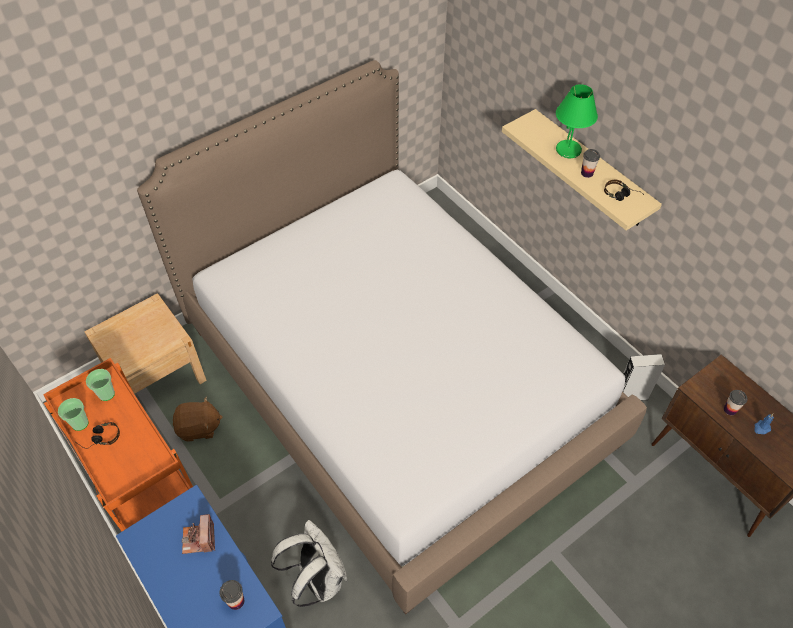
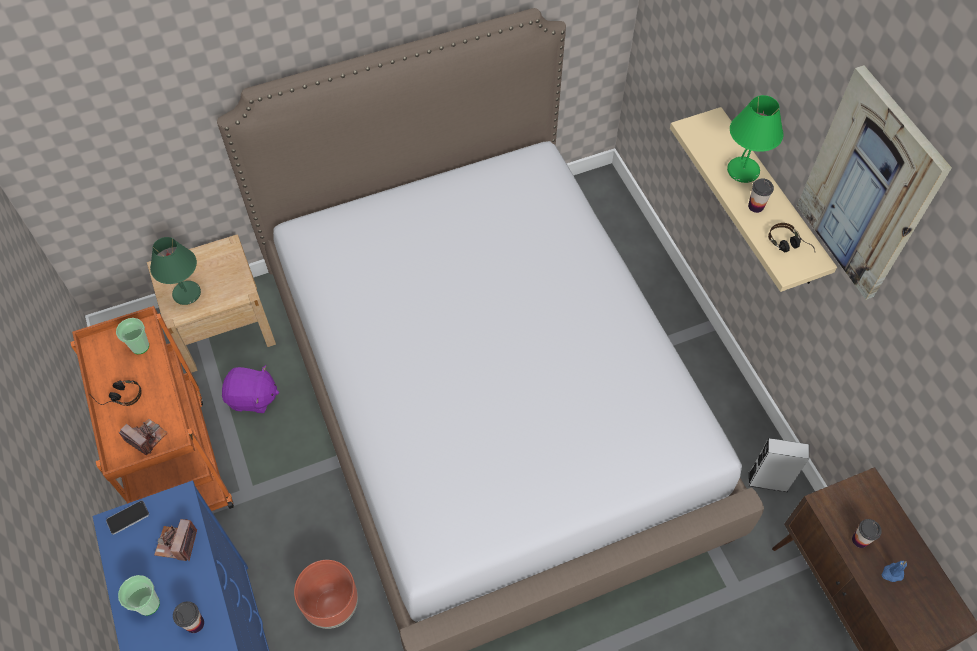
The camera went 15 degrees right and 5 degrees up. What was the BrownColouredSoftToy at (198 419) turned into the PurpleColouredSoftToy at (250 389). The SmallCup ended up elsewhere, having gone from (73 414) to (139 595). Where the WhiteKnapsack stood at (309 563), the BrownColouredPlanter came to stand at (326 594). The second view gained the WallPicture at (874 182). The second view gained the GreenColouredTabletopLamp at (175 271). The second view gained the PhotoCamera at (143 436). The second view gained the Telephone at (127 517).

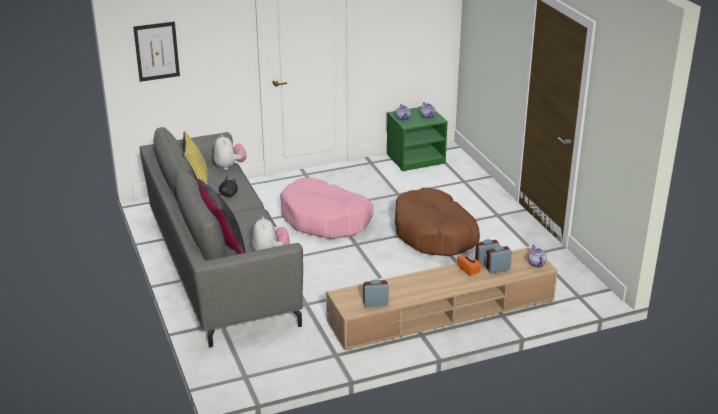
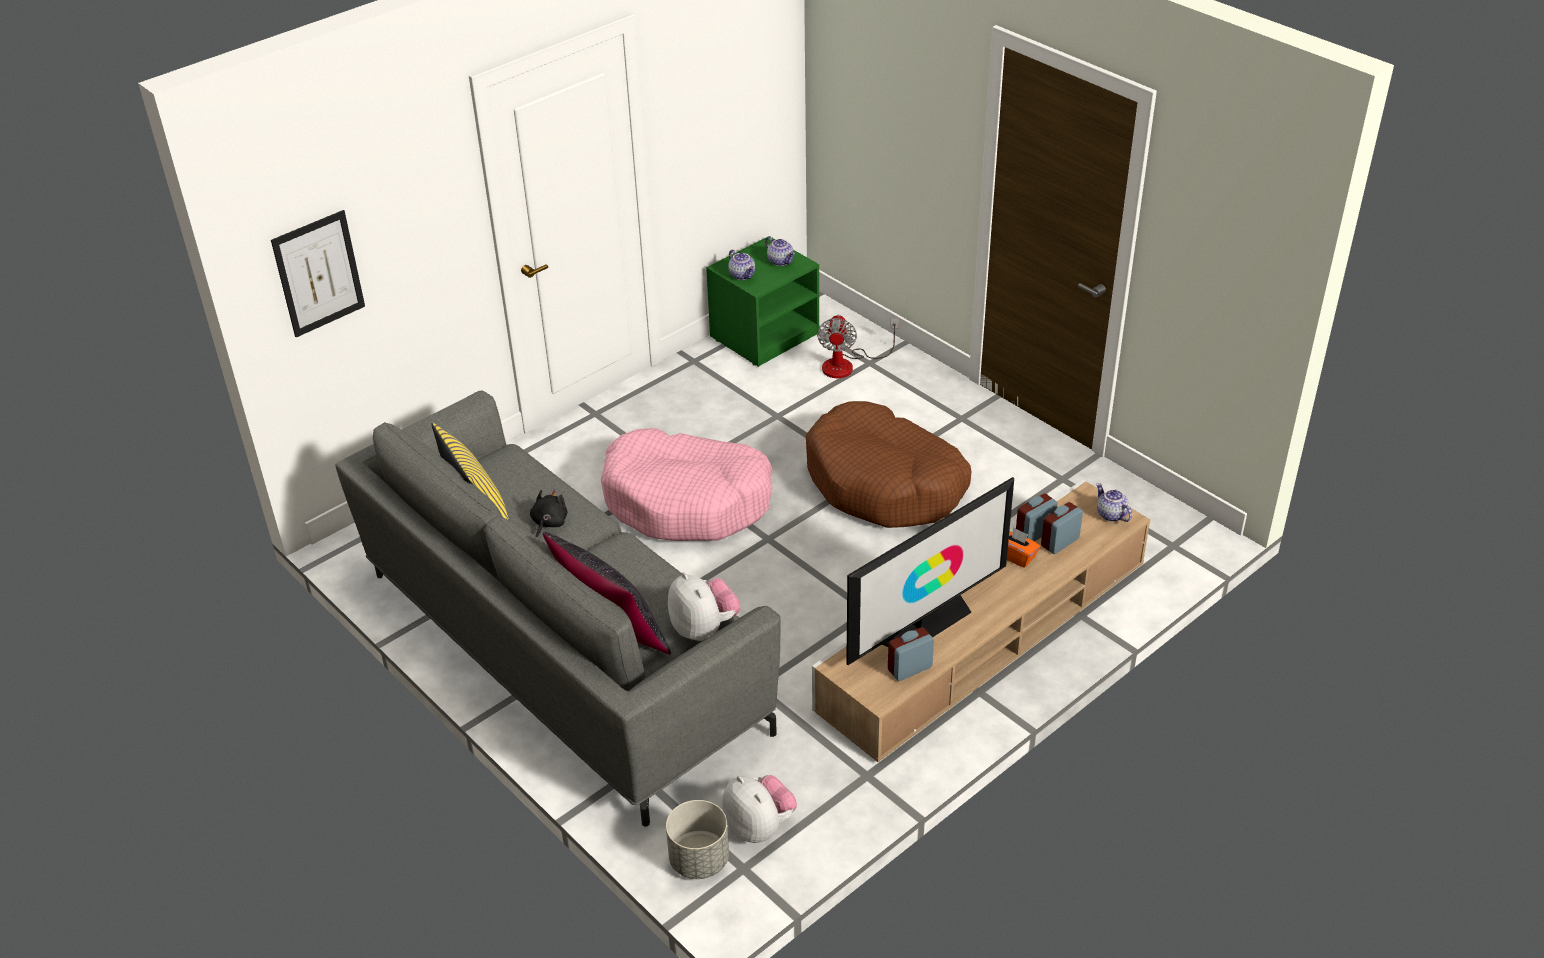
The camera went 20 degrees left and 10 degrees up. The SoftToy ended up elsewhere, having gone from (229 152) to (759 809). The second view gained the CoolingFan at (858 346). The second view gained the Tv at (930 571). The second view gained the GreyishPlanter at (697 839).

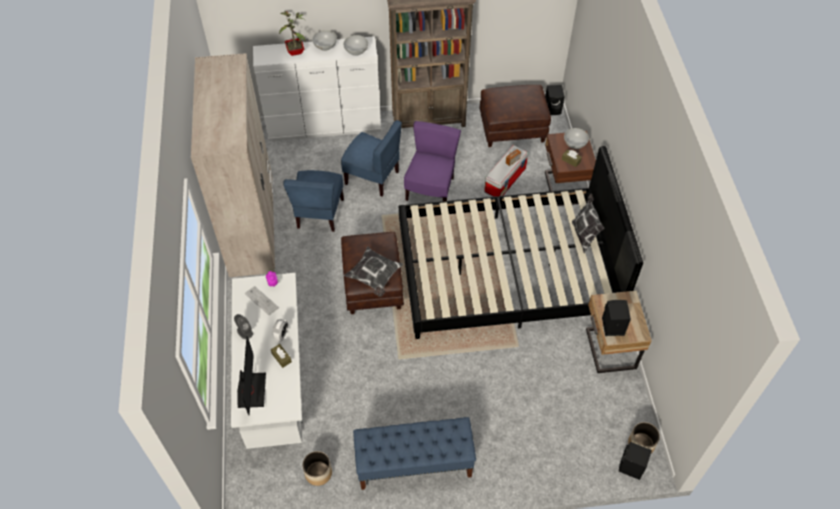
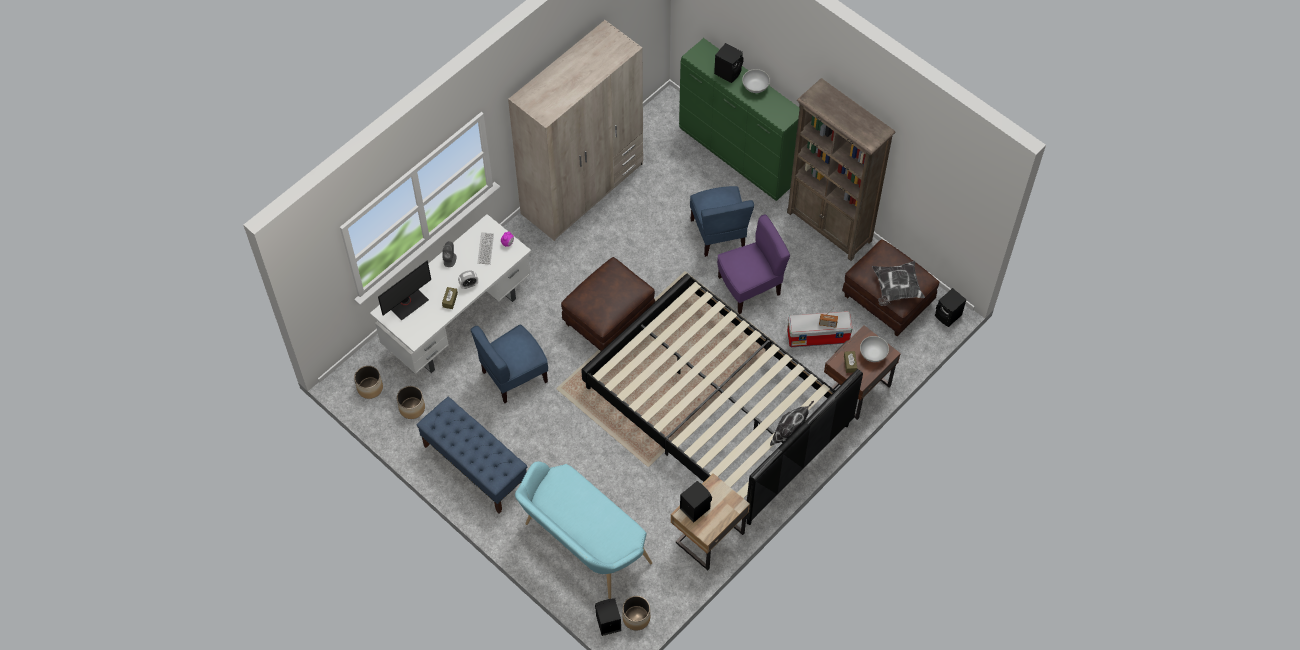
The camera went 50 degrees right and 5 degrees up. Where the PlantInAPot stood at (292 33), the BlackishSpeaker came to stand at (729 63). The second view lost the WhiteBowl at (355 45). What was the WhiteChestOfDrawers at (317 88) turned into the GreenColouredChestOfDrawers at (739 119). The BluishPlainChair ended up elsewhere, having gone from (313 201) to (509 364). The ThrowPillow ended up elsewhere, having gone from (373 271) to (898 283). The second view gained the Planter at (368 382). The second view gained the TurquoiseBench at (583 530).

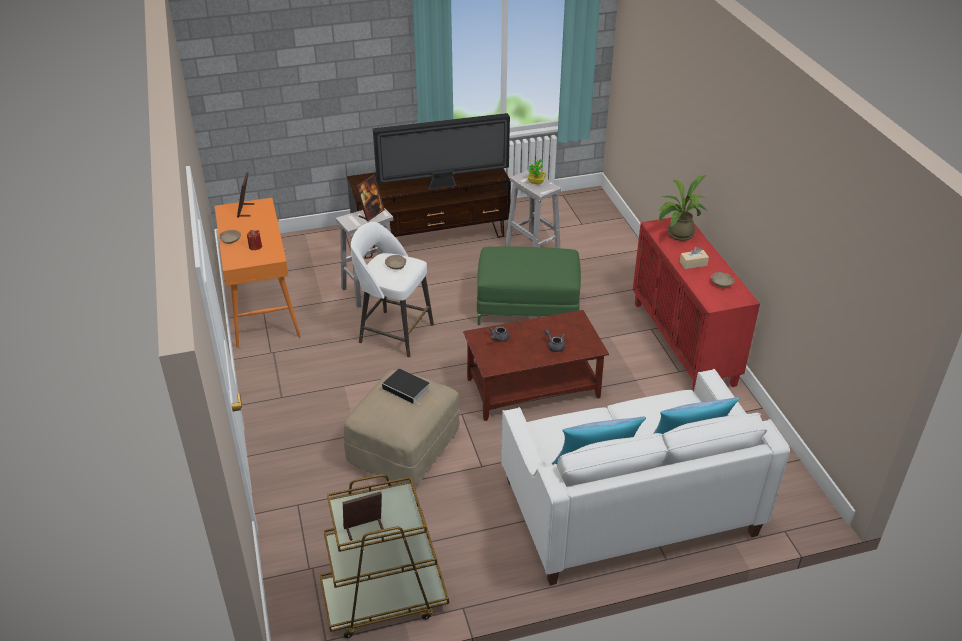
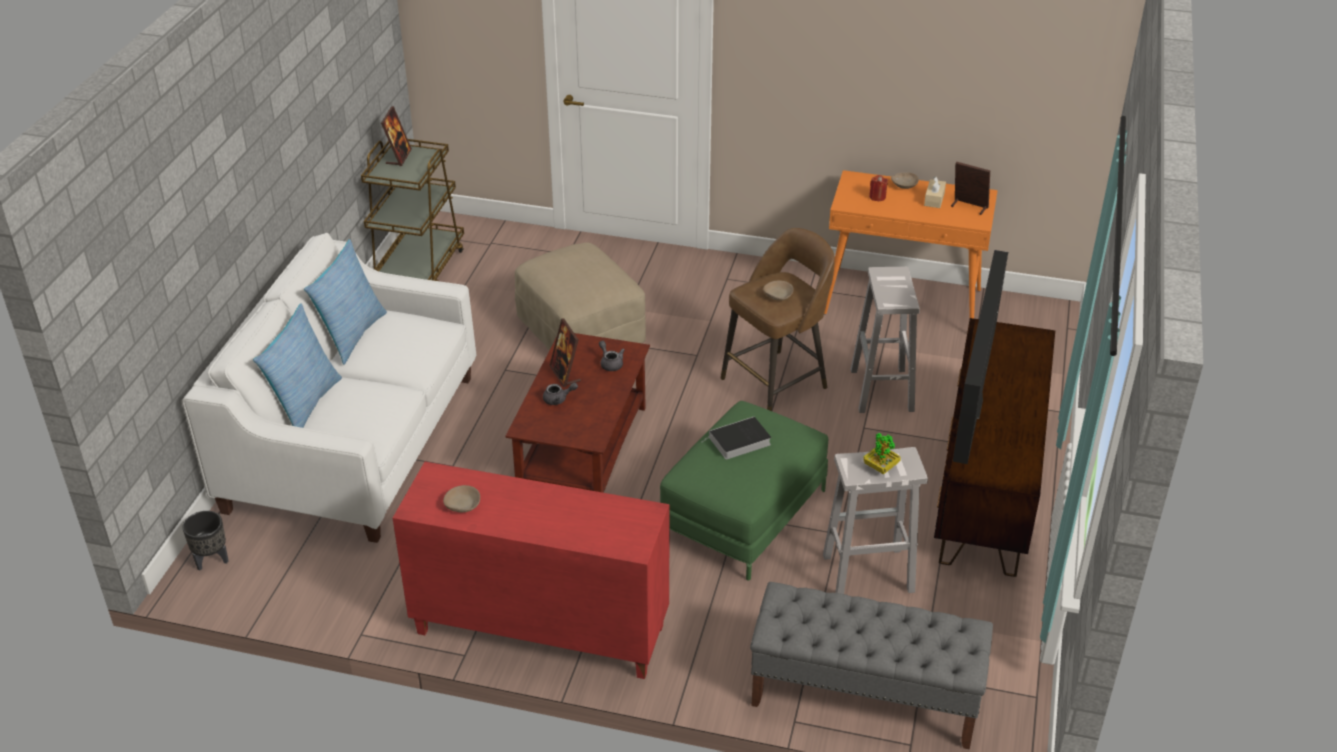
The camera went 120 degrees right and 0 degrees up. The StandingFrame ended up elsewhere, having gone from (370 198) to (565 353). The second view lost the PlantInAPot at (683 208). What was the WhiteStoolSeat at (392 289) turned into the BrownColouredStoolSeat at (778 319). The BeigeColouredBoxOfTissues ended up elsewhere, having gone from (694 258) to (935 192). The Book ended up elsewhere, having gone from (406 387) to (737 438). The second view gained the BlackishPlanter at (205 541). The second view gained the GreyishBench at (871 666).

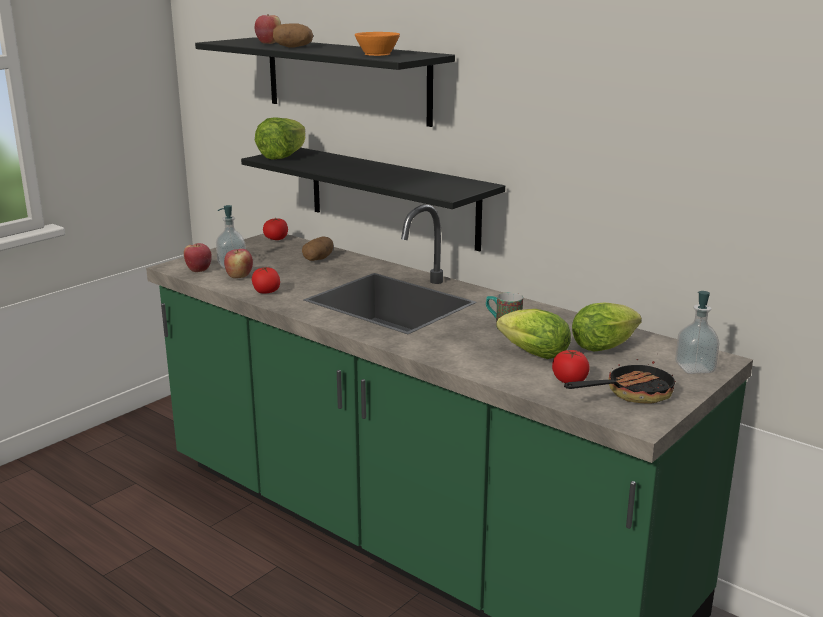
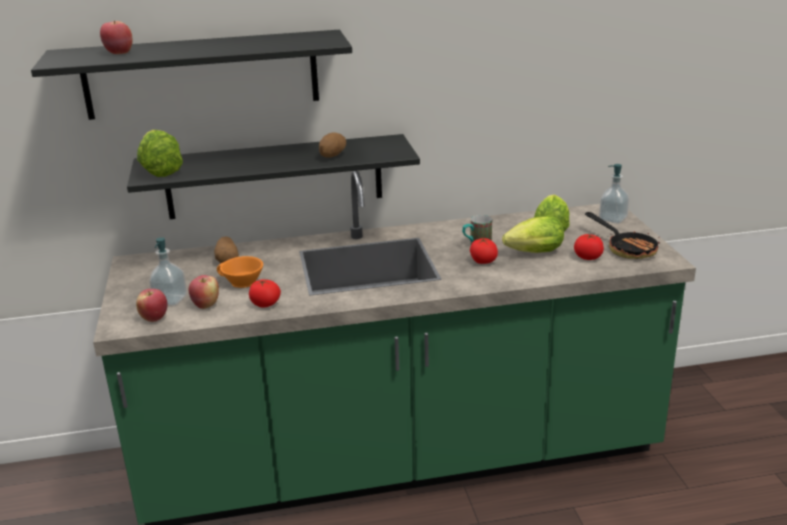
The camera went 50 degrees left and 5 degrees up. The Spud ended up elsewhere, having gone from (293 35) to (332 144). The OrangeySmallCup ended up elsewhere, having gone from (377 44) to (240 272). The FreshTomato ended up elsewhere, having gone from (275 229) to (484 251). The Skillet at (620 381) ended up facing another way, 135 degrees clockwise from before.

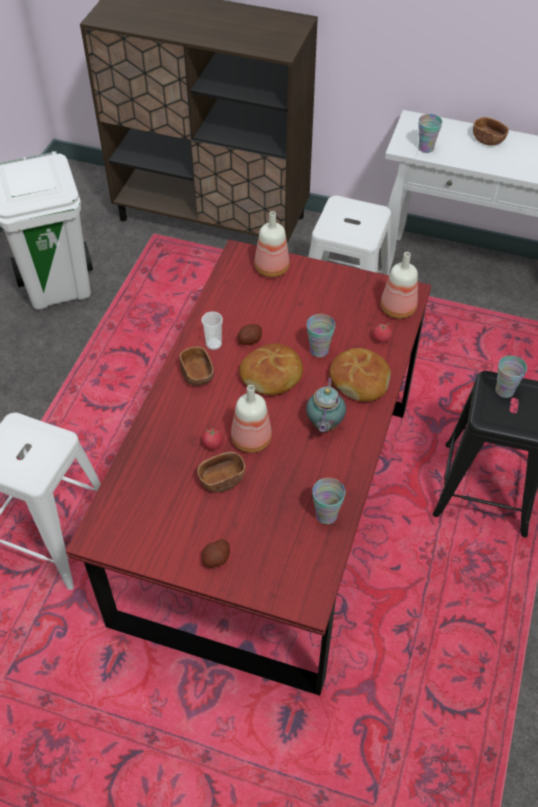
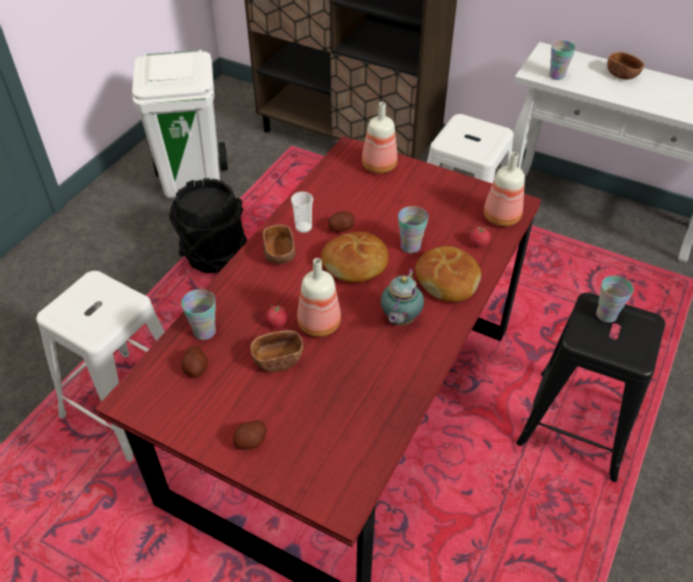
The camera went 10 degrees right and 5 degrees down. The SmallCup ended up elsewhere, having gone from (328 501) to (198 314). The second view gained the BlackishWaterBucket at (208 225). The second view gained the Spud at (194 362).

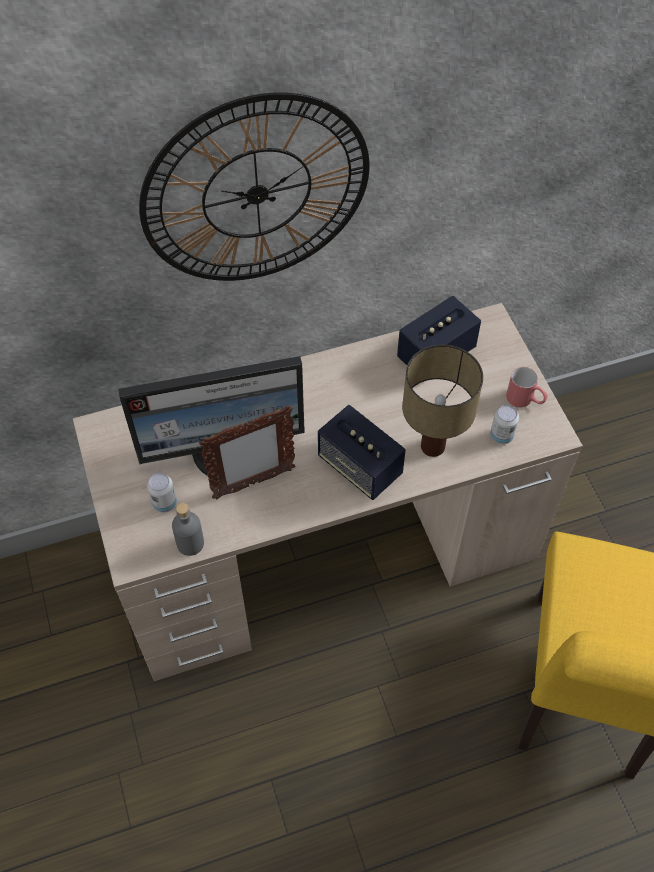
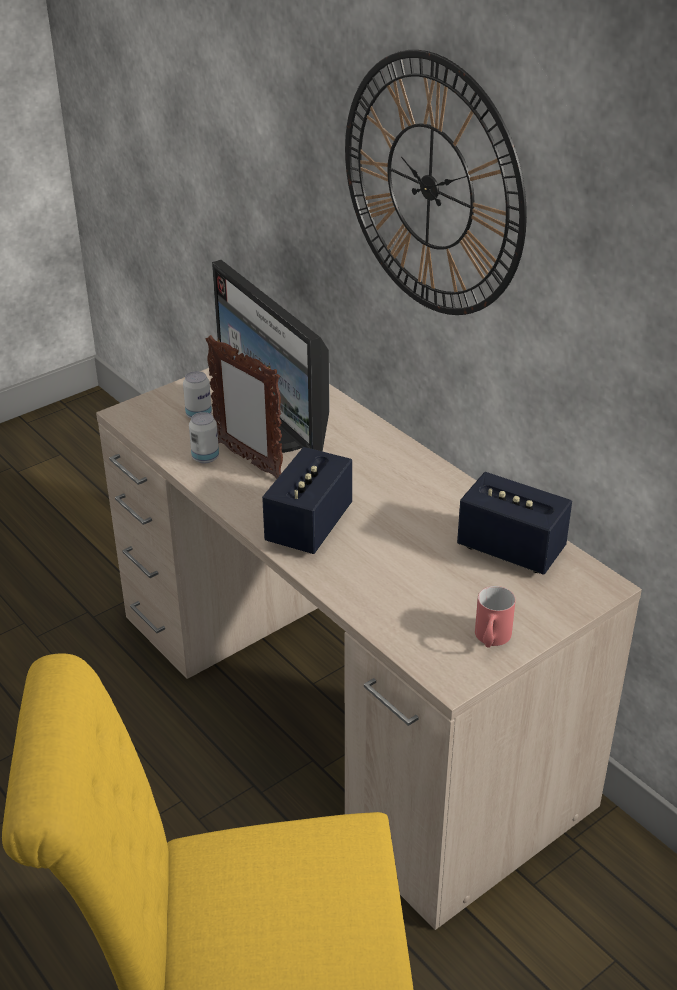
The camera went 70 degrees right and 20 degrees down. The second view lost the TabletopLamp at (442 401). The MetalCan ended up elsewhere, having gone from (504 424) to (204 438). The second view lost the GreyishBottle at (188 529).

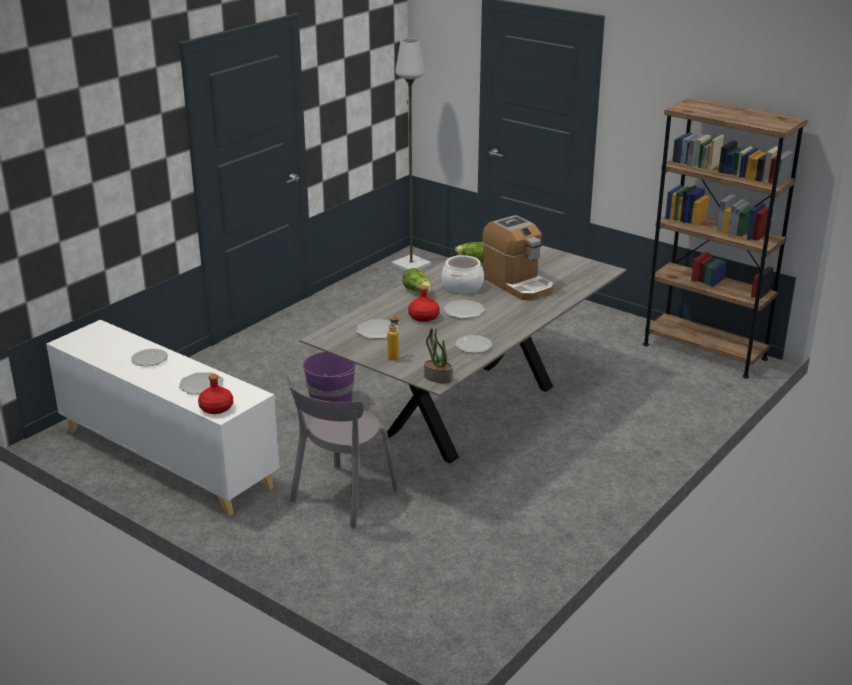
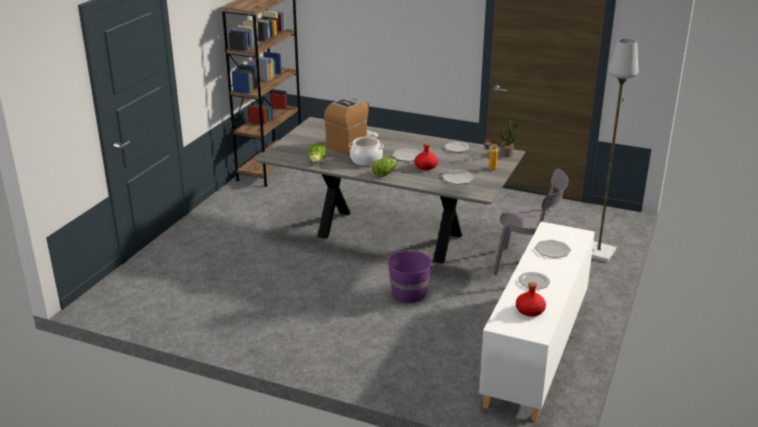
The camera went 105 degrees left and 0 degrees up. The GreyishFloorLamp ended up elsewhere, having gone from (411 155) to (614 150). The ReddishBottle ended up elsewhere, having gone from (215 394) to (531 299).

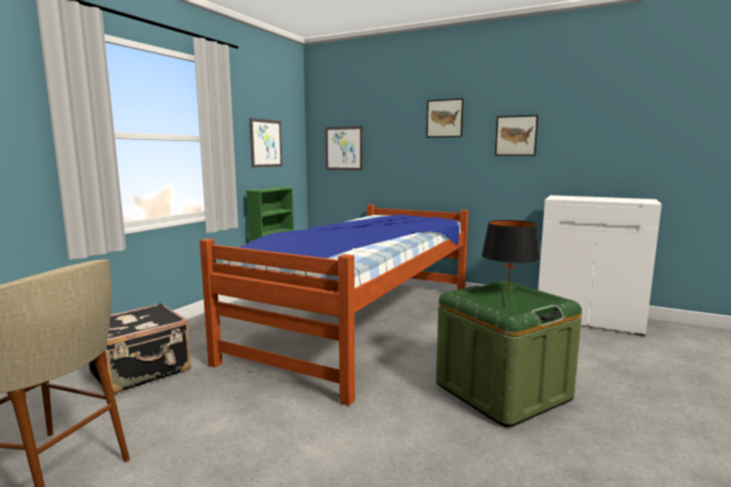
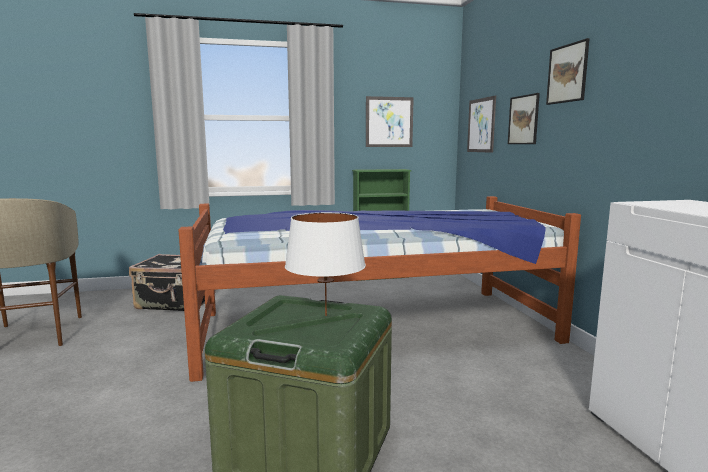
The camera went 50 degrees right and 0 degrees up. The WallPicture ended up elsewhere, having gone from (516 135) to (524 118). What was the BlackishTabletopLamp at (511 256) turned into the WhiteTabletopLamp at (325 264).

